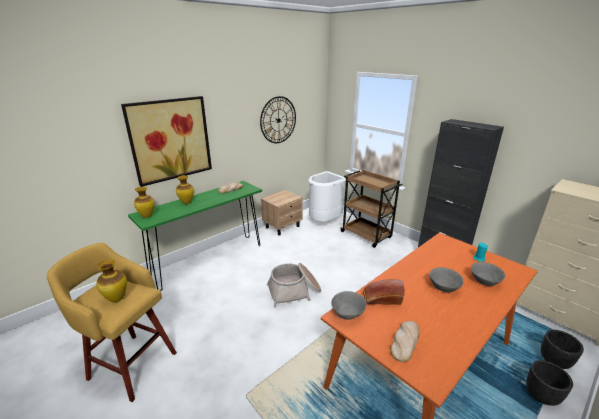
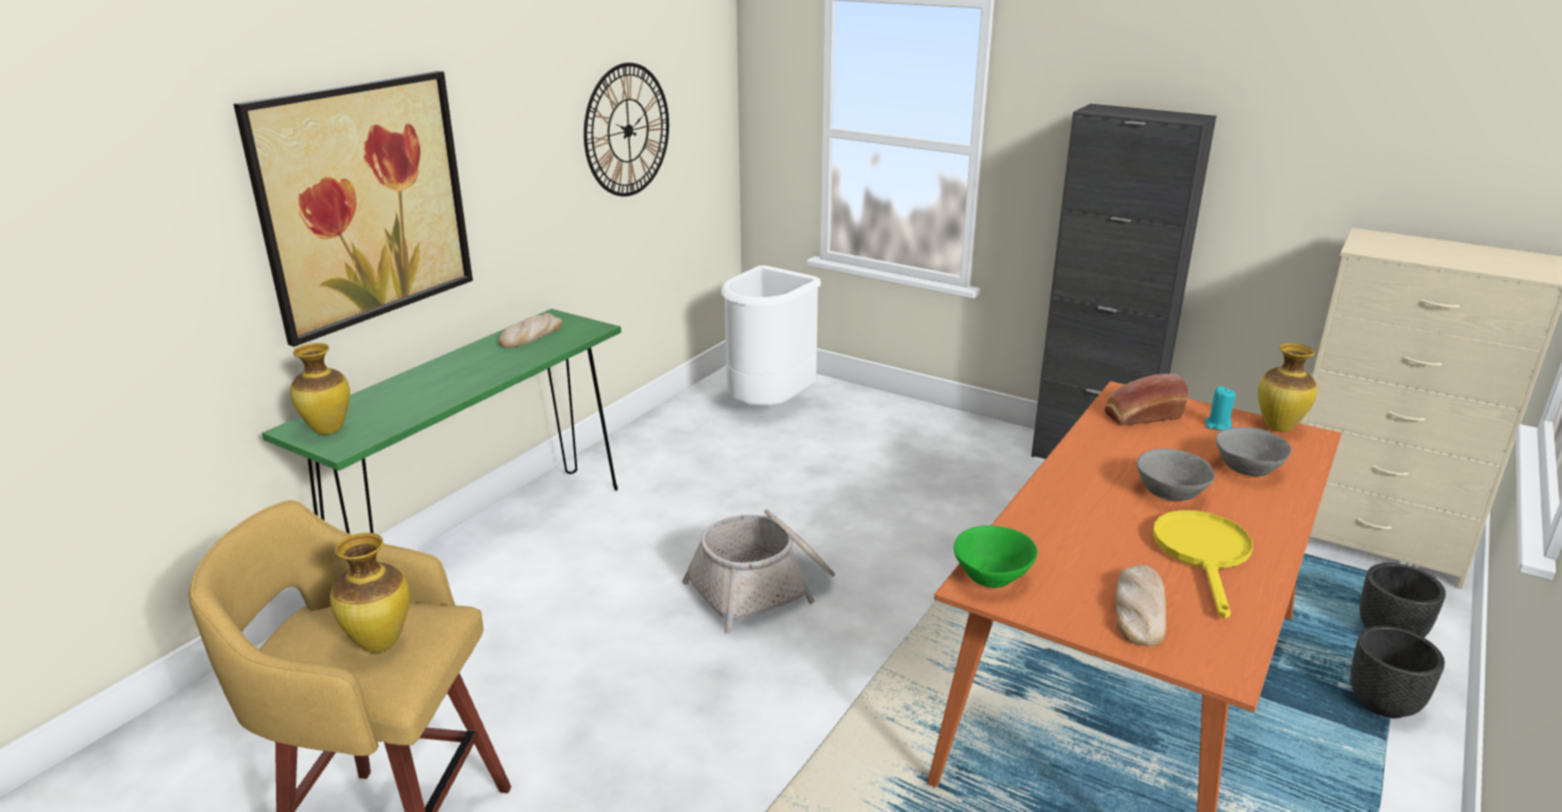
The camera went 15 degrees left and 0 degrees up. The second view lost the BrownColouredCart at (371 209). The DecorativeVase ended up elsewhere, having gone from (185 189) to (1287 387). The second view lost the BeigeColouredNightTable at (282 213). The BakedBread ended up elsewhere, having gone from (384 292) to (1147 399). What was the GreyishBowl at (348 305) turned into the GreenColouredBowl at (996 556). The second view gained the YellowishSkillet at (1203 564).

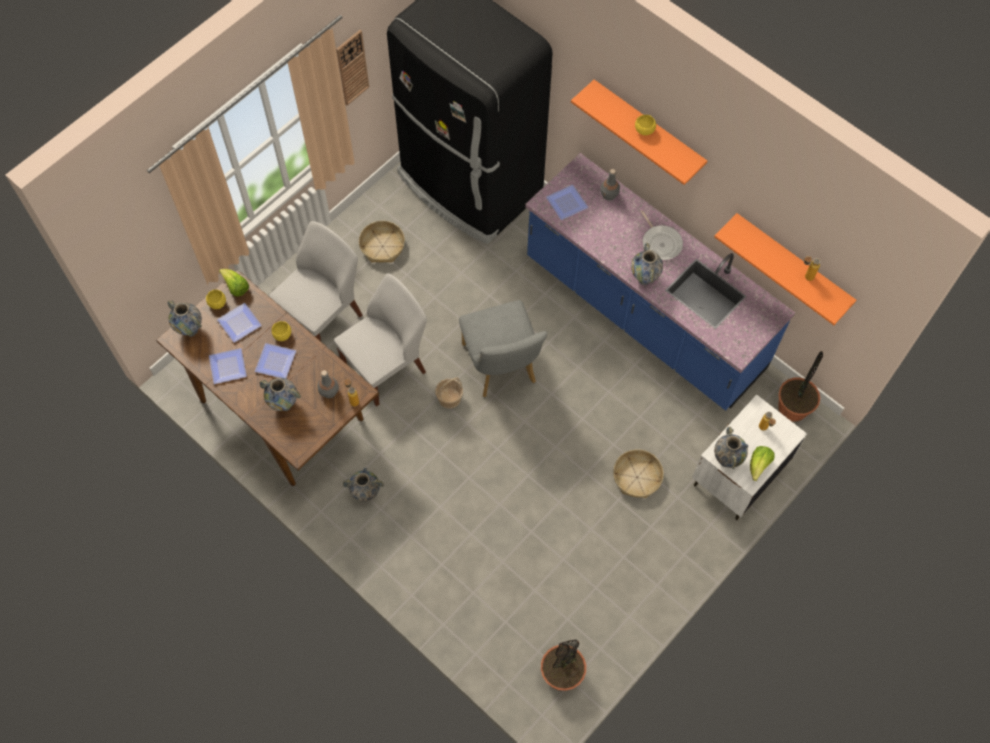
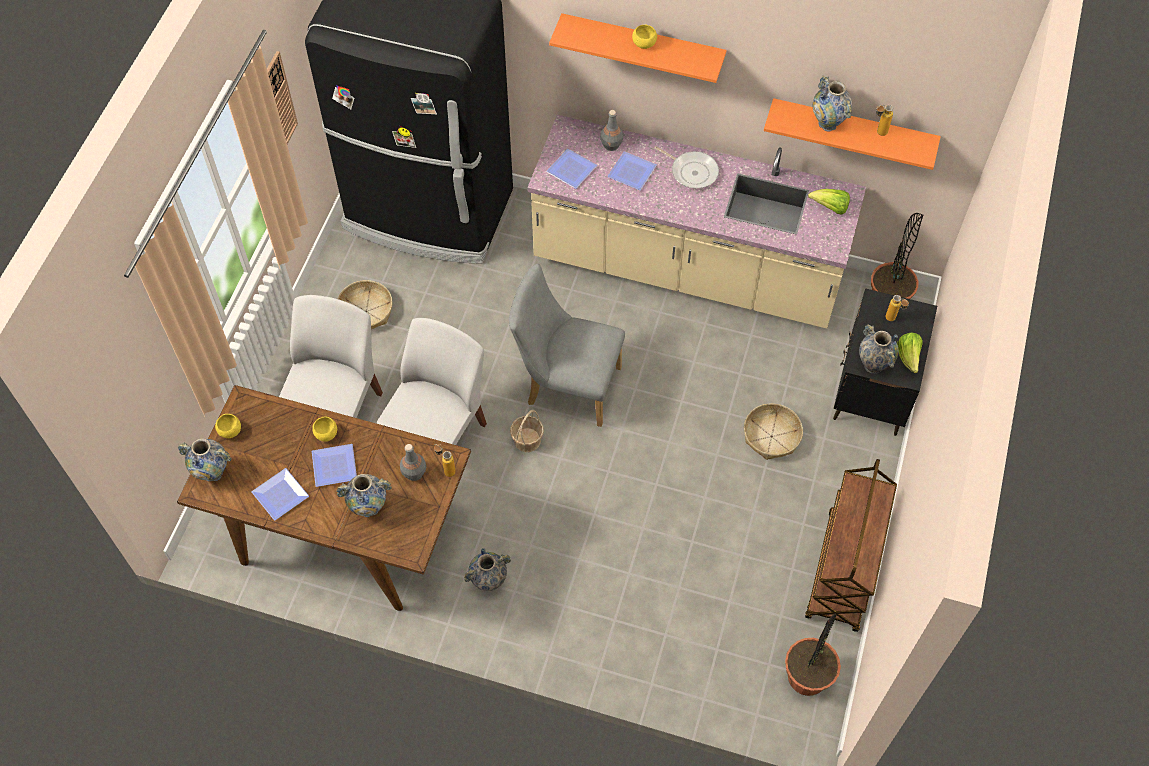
The camera went 25 degrees left and 5 degrees down. What was the BluishKitchenBaseUnit at (660 282) turned into the BeigeColouredKitchenBaseUnit at (696 222). The DecorativeVase ended up elsewhere, having gone from (647 263) to (832 103). The HeadOfLettuce ended up elsewhere, having gone from (234 283) to (829 202). The GreyishPlainChair at (503 348) ended up facing another way, 150 degrees clockwise from before. The DinnerPlate ended up elsewhere, having gone from (239 323) to (632 170). What was the WhiteNightTable at (749 457) turned into the BlackishNightTable at (885 362). The second view gained the BrownColouredCart at (851 545).

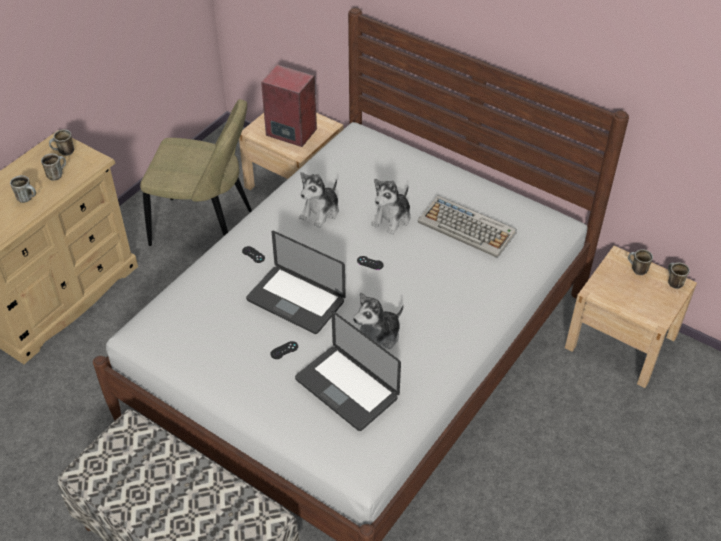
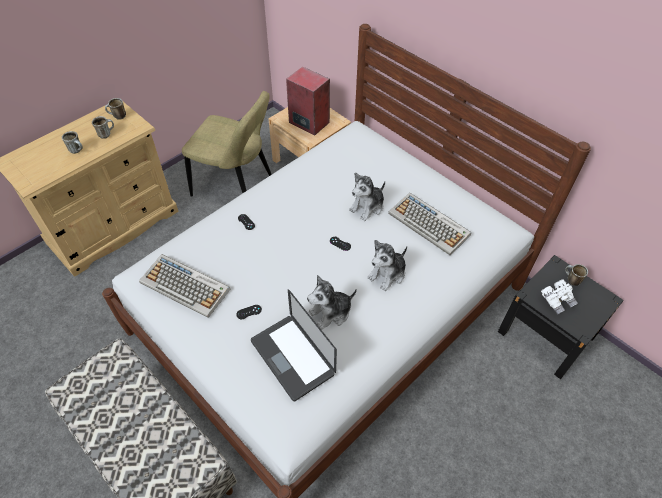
The camera went 10 degrees right and 5 degrees up. The SoftToy ended up elsewhere, having gone from (319 200) to (387 265). The second view lost the NotebookComputer at (296 282). What was the BeigeColouredNightTable at (631 317) turned into the BlackishNightTable at (561 317). The second view lost the Mug at (679 275). The second view gained the ComputerKeyboard at (185 286). The second view gained the WhitePairOfBinoculars at (559 297).

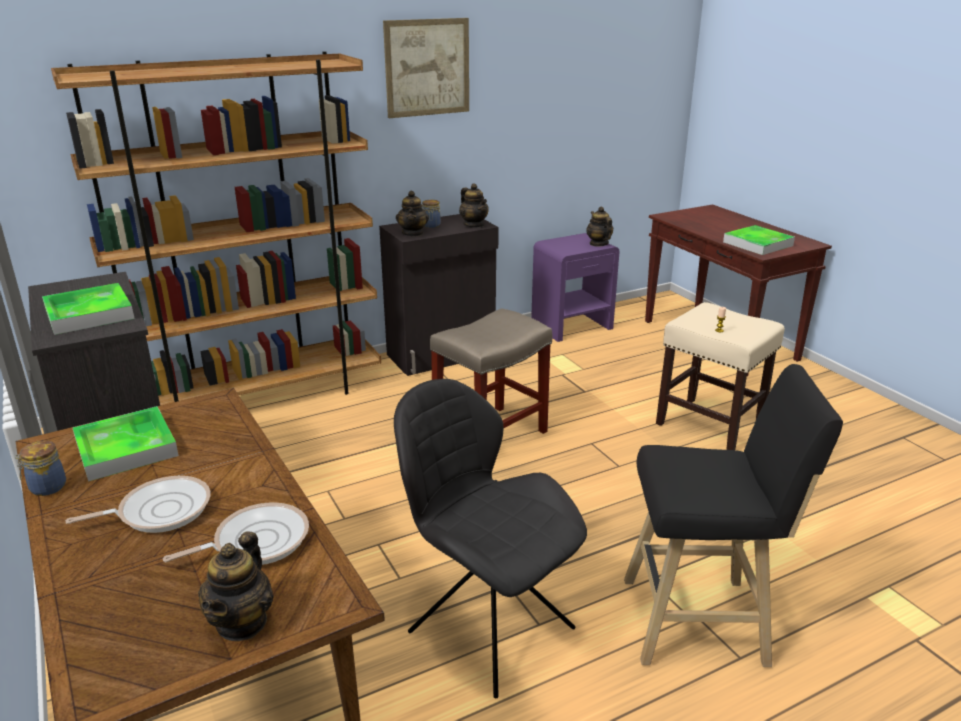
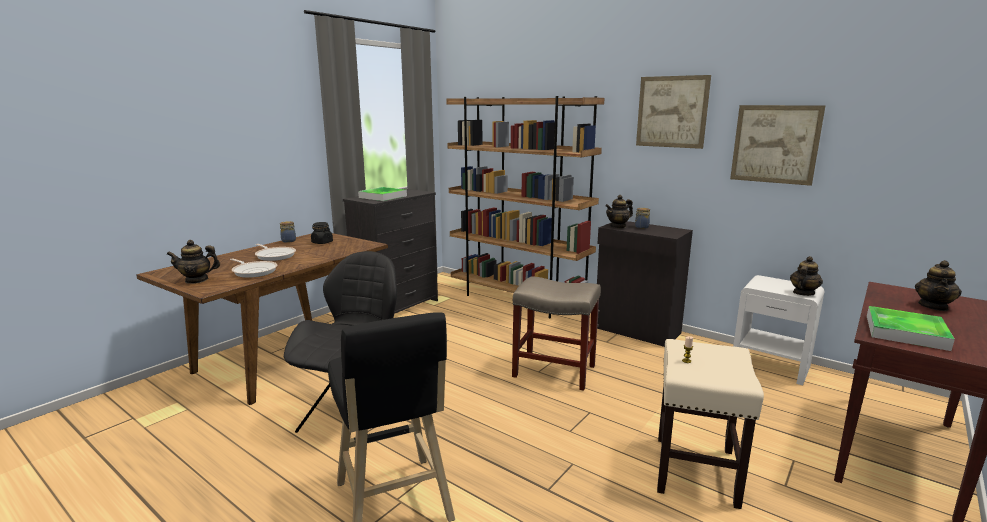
The camera went 65 degrees right and 10 degrees down. The TeaPot ended up elsewhere, having gone from (474 205) to (938 285). What was the PurpleColouredNightTable at (575 287) turned into the WhiteNightTable at (779 330). Where the ServingTray stood at (126 444), the BlackishPreserveJar came to stand at (322 233). The second view gained the WallPicture at (778 145).

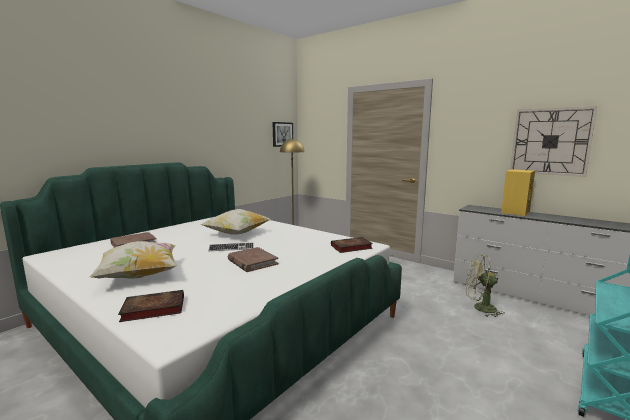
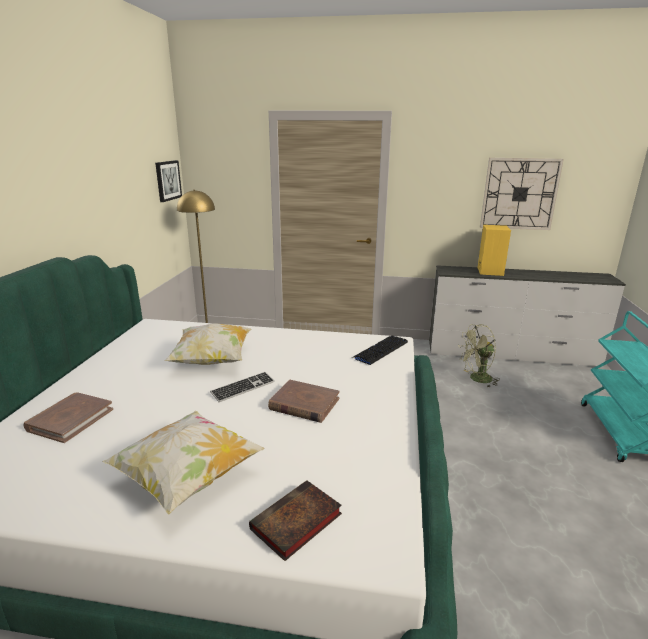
The camera went 30 degrees left and 10 degrees up. Where the Book stood at (352 245), the ComputerKeyboard came to stand at (380 350).

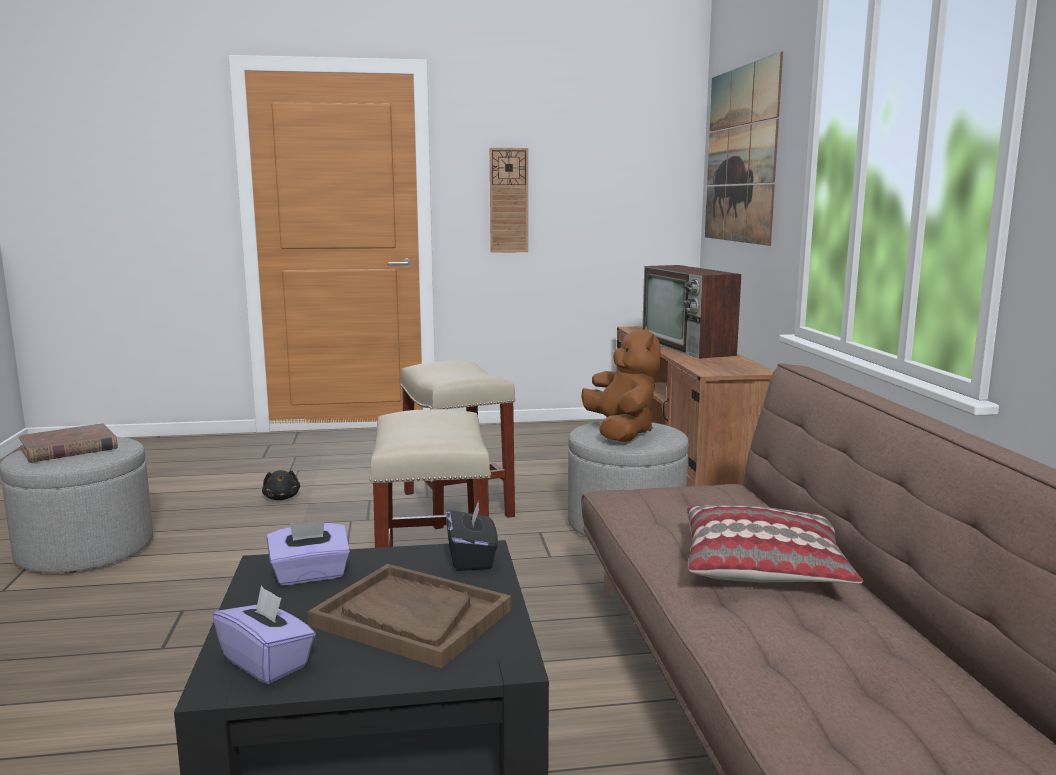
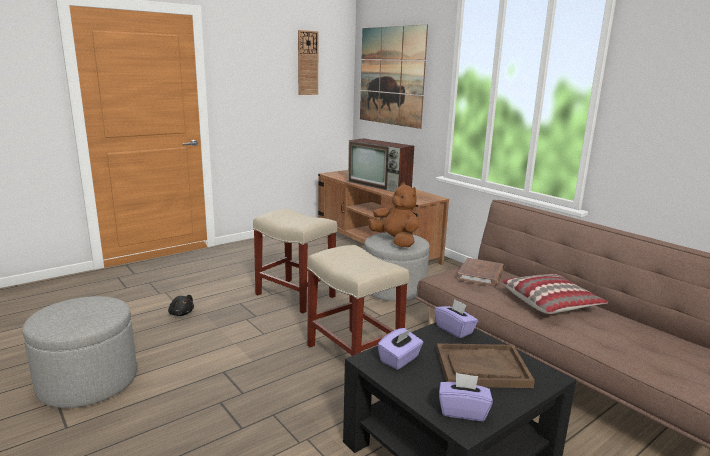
The camera went 30 degrees left and 5 degrees up. The ClockOnTheWall ended up elsewhere, having gone from (509 200) to (308 62). The BrownColouredBook ended up elsewhere, having gone from (68 442) to (480 272). What was the BlackishBoxOfTissues at (472 535) turned into the PurpleColouredBoxOfTissues at (456 318).

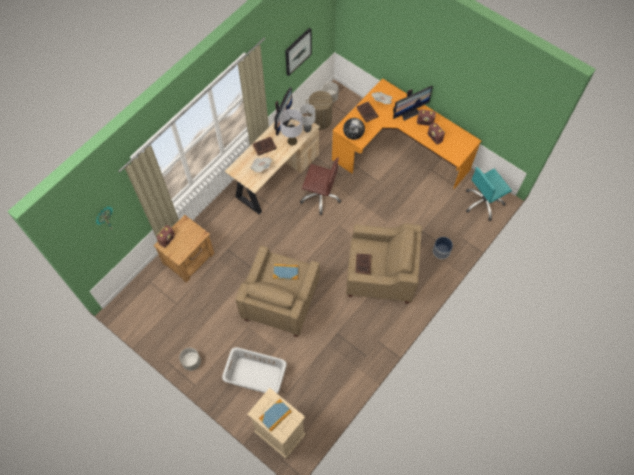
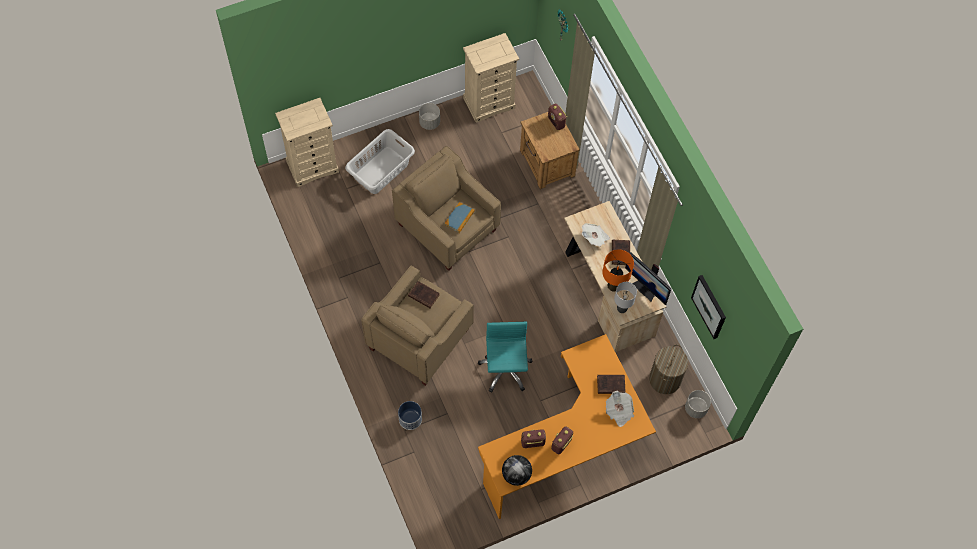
The camera went 115 degrees right and 0 degrees up. The second view lost the ComputerScreen at (413 103). What was the GreyishTabletopLamp at (291 127) turned into the OrangeyTabletopLamp at (618 271). The Globe ended up elsewhere, having gone from (354 129) to (517 470). The second view lost the BrownColouredComputerChair at (320 186). The TurquoiseComputerChair ended up elsewhere, having gone from (489 194) to (505 357). The second view lost the Book at (275 415). The second view gained the BeigeColouredChestOfDrawers at (491 78).

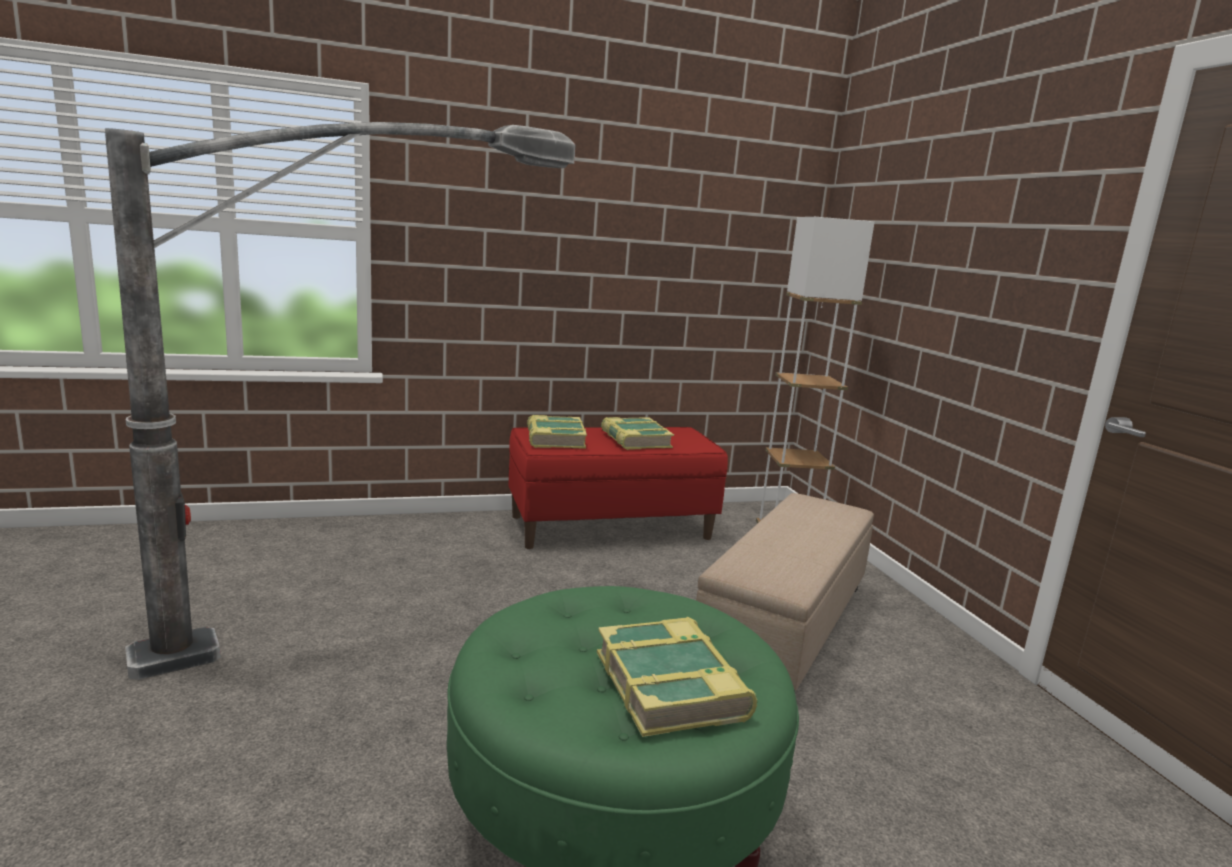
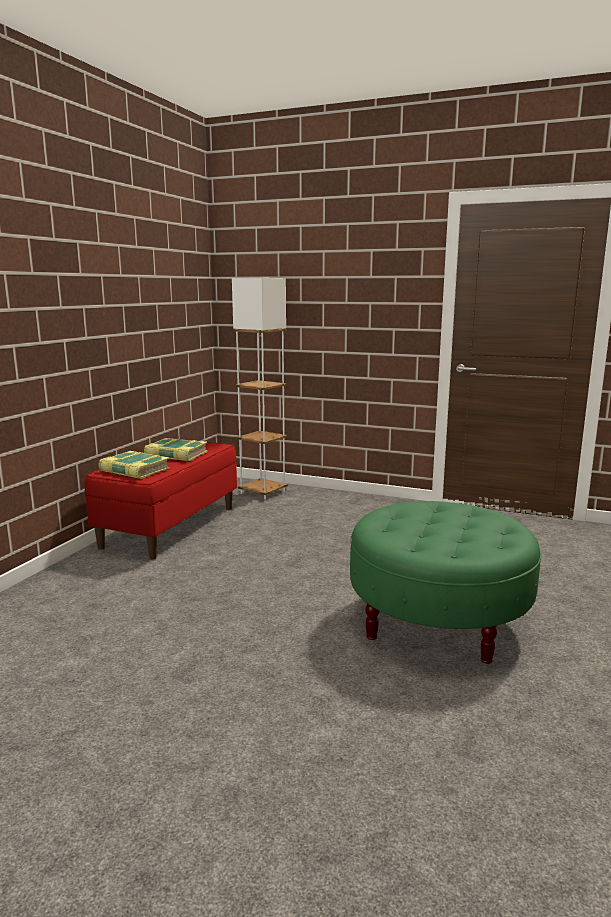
The camera went 50 degrees left and 0 degrees up. The second view lost the FloorLamp at (340 401). The second view lost the BeigeColouredOttoman at (785 592). The second view lost the Book at (677 677).

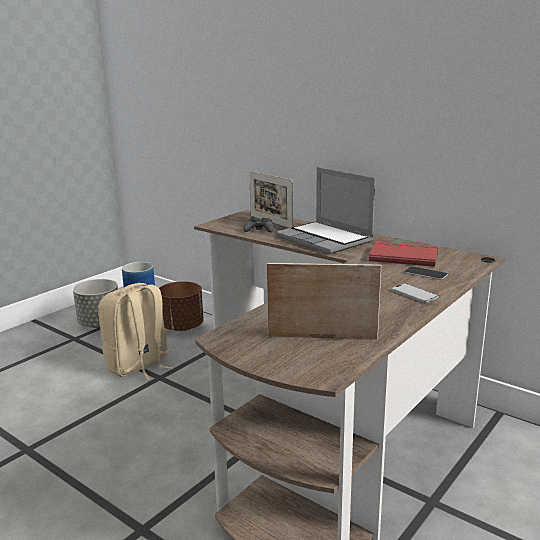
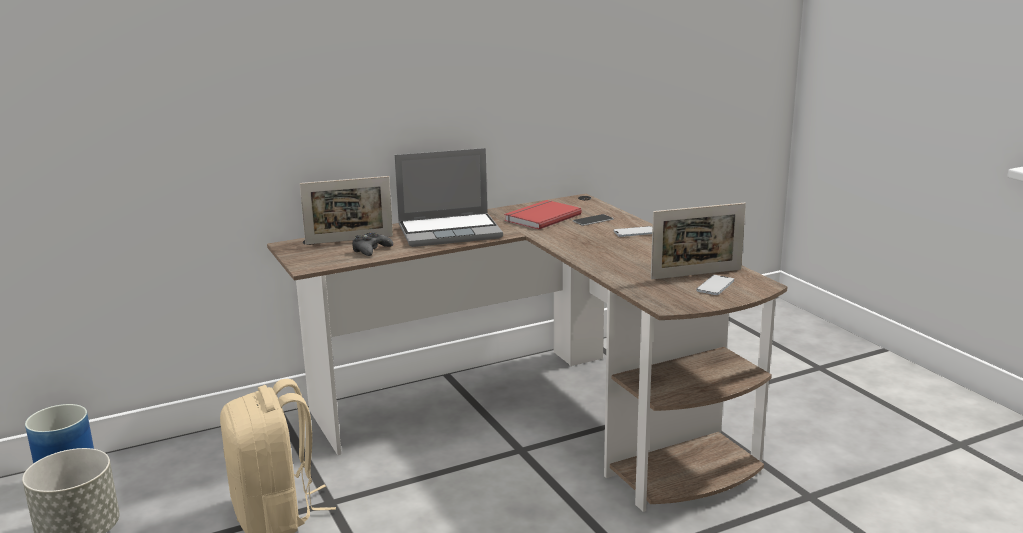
The camera went 65 degrees left and 0 degrees up. The StandingFrame at (323 301) ended up facing another way, 135 degrees counterclockwise from before. The second view lost the BrownColouredPlanter at (181 306). The second view gained the Telephone at (715 285).

